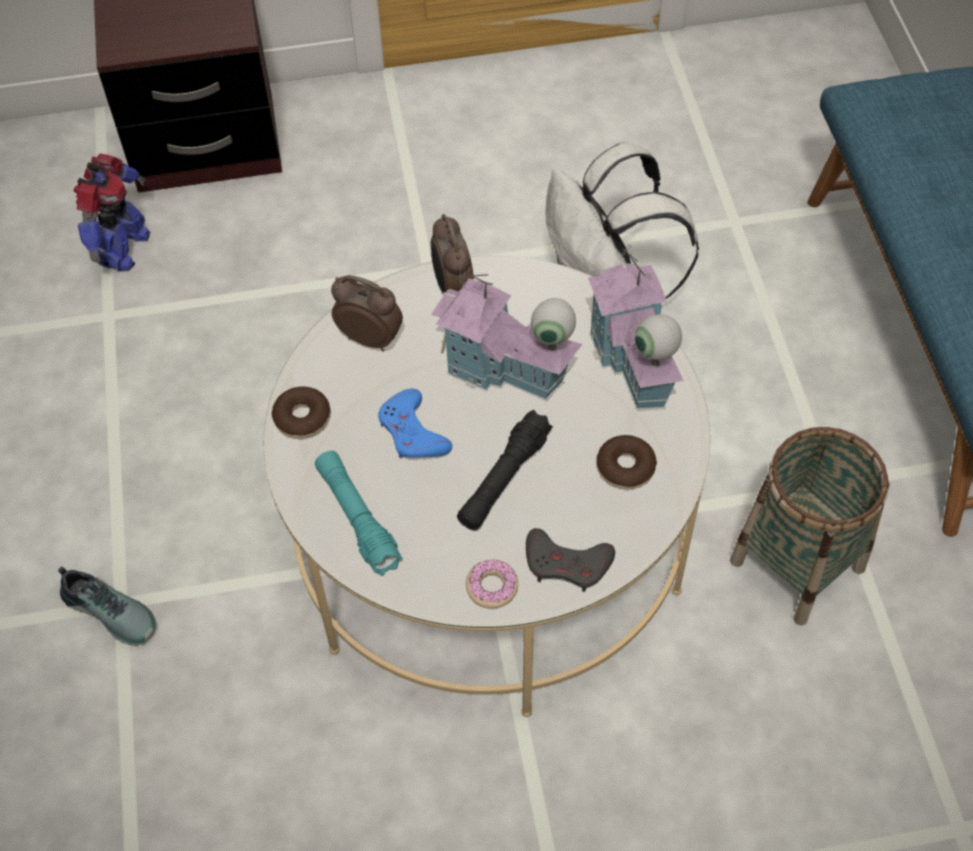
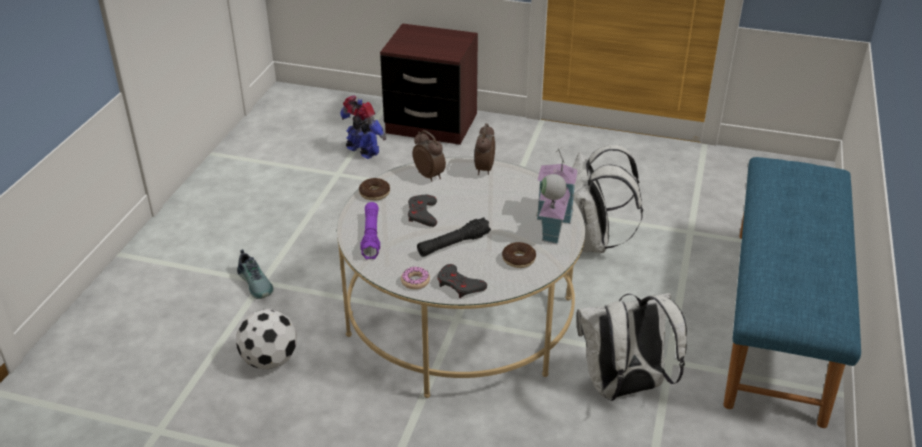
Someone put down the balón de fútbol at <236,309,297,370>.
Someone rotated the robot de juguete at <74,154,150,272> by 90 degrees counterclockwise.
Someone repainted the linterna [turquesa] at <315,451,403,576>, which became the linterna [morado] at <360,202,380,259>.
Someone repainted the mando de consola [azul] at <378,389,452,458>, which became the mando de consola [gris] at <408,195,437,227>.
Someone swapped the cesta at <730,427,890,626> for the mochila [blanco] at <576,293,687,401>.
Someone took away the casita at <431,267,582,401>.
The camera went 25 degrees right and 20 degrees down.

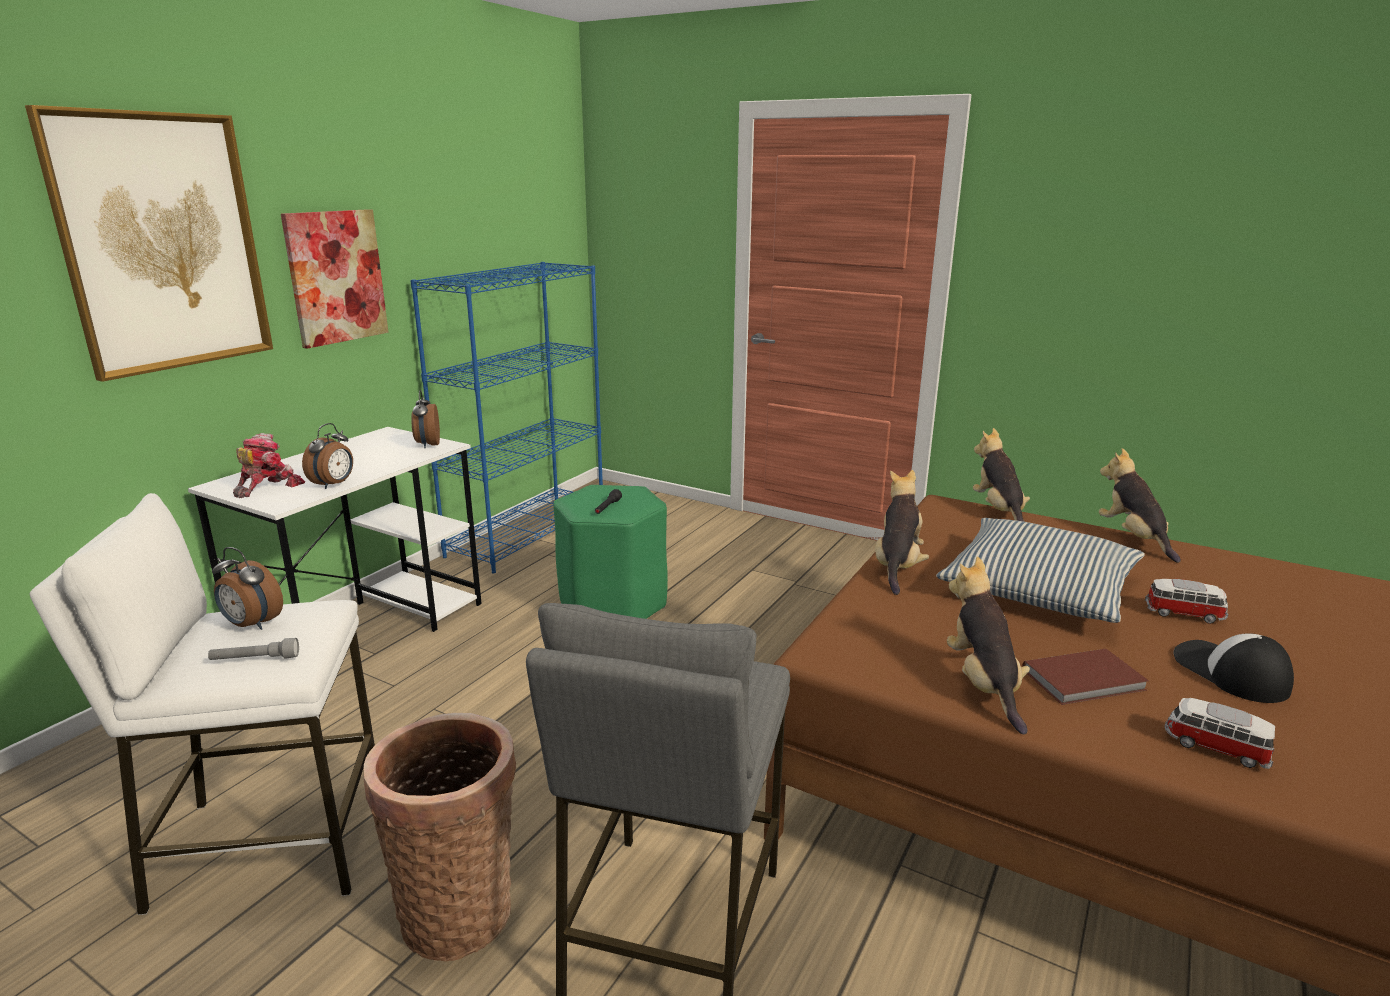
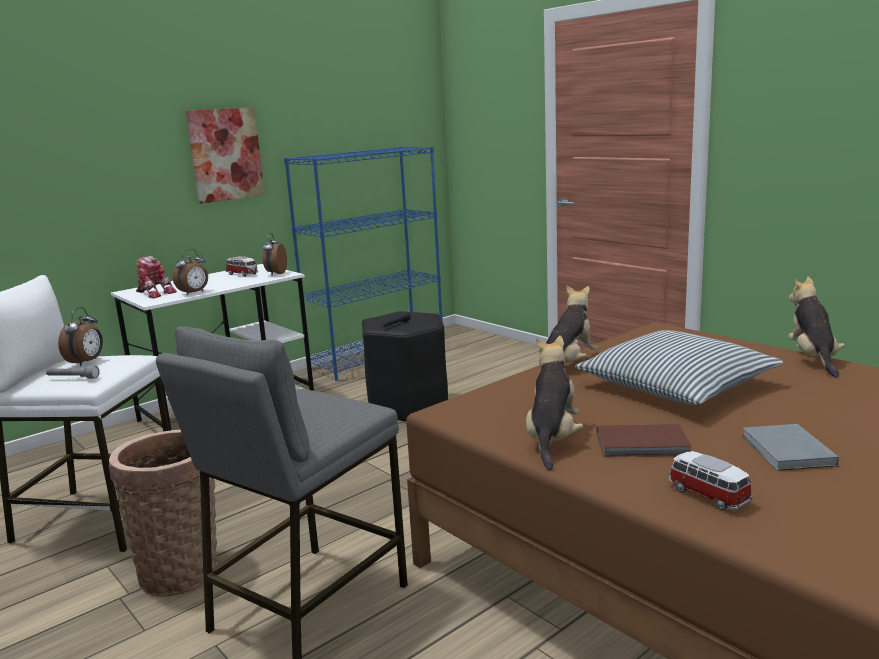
Someone rotated the despertador at <212,547,283,630> by 120 degrees counterclockwise.
Someone rotated the robot de juguete at <233,433,305,498> by 75 degrees clockwise.
Someone carried the coche de juguete from <1145,579,1228,624> to <226,256,258,277>.
Someone repainted the taburete [verde] at <553,485,668,619>, which became the taburete [negro] at <362,311,448,421>.
Someone swapped the gorra at <1174,633,1294,703> for the libro [gris] at <742,424,839,471>.
Someone took away the cuadro at <25,105,273,382>.
Someone took away the peluche at <973,428,1030,522>.
The camera went 20 degrees right and 5 degrees down.

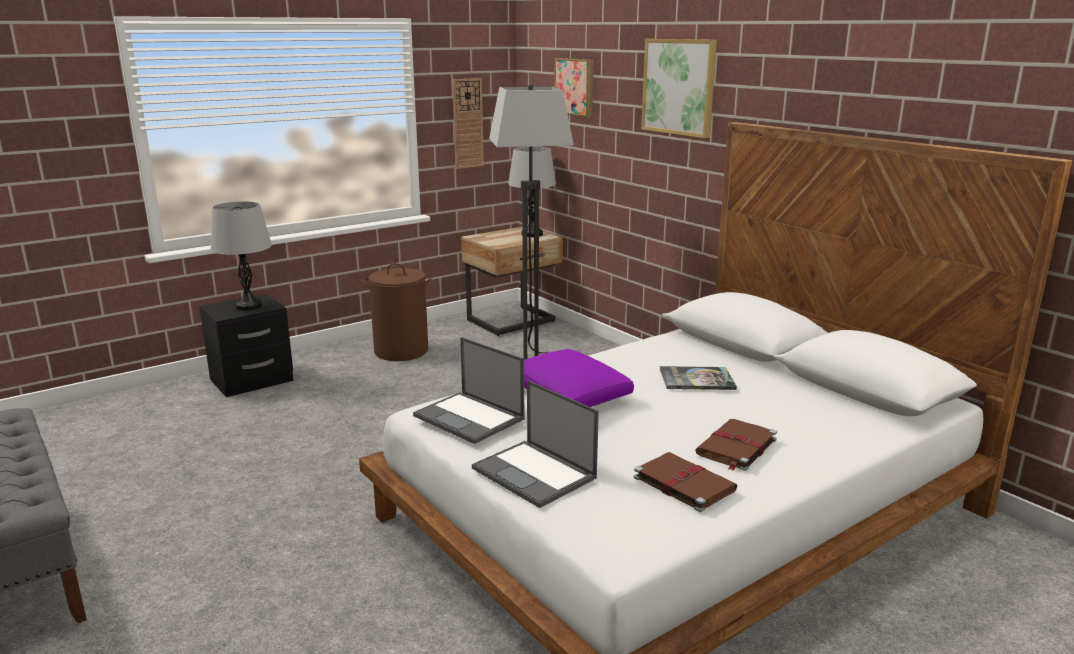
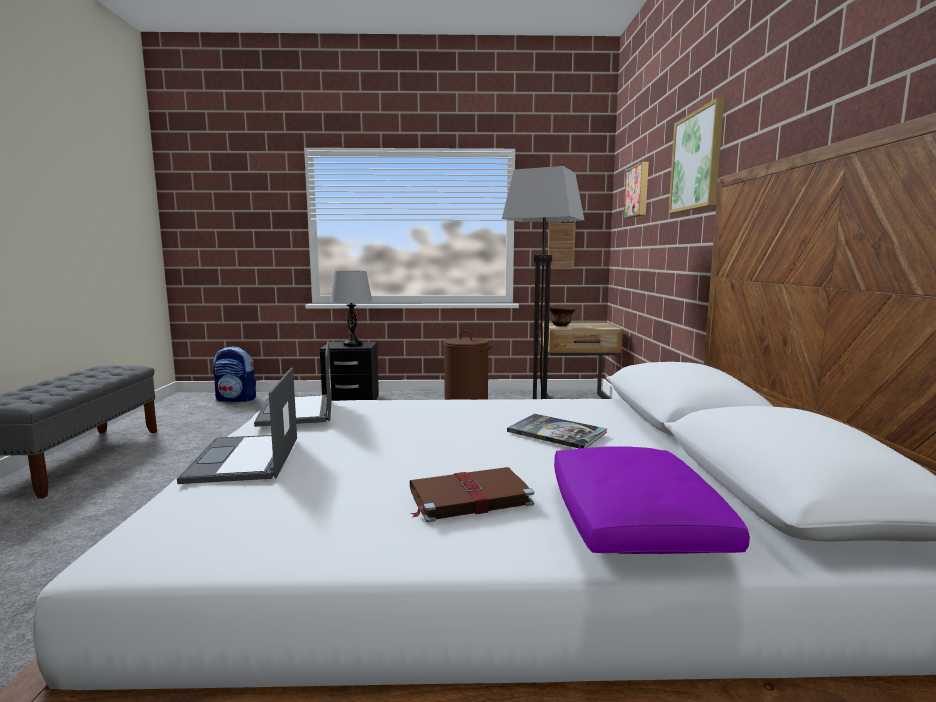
Someone put down the mochila at <213,346,256,402>.
Someone put down the cuenco [marrón] at <549,308,576,327>.
Someone carried the cojín [morado] from <524,349,634,407> to <554,446,750,554>.
Someone took away the lámpara de mesa [gris] at <508,147,556,237>.
Someone took away the libro [marrón] at <634,452,737,512>.
The camera went 35 degrees right and 10 degrees down.

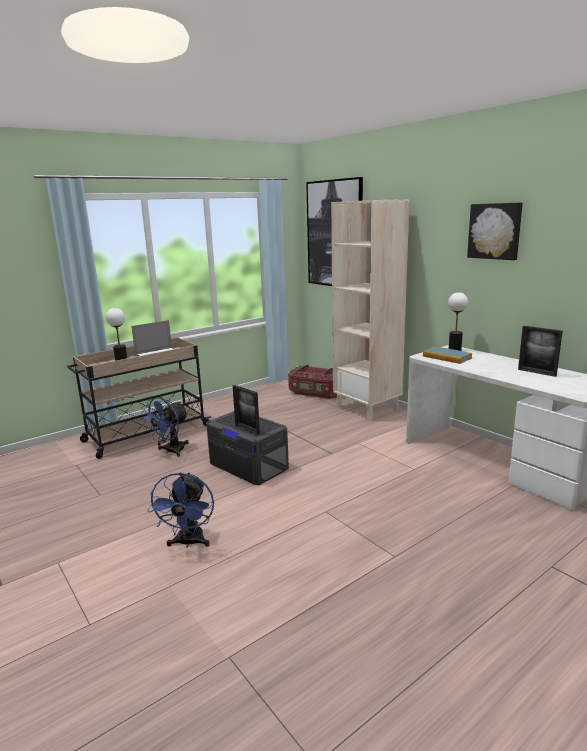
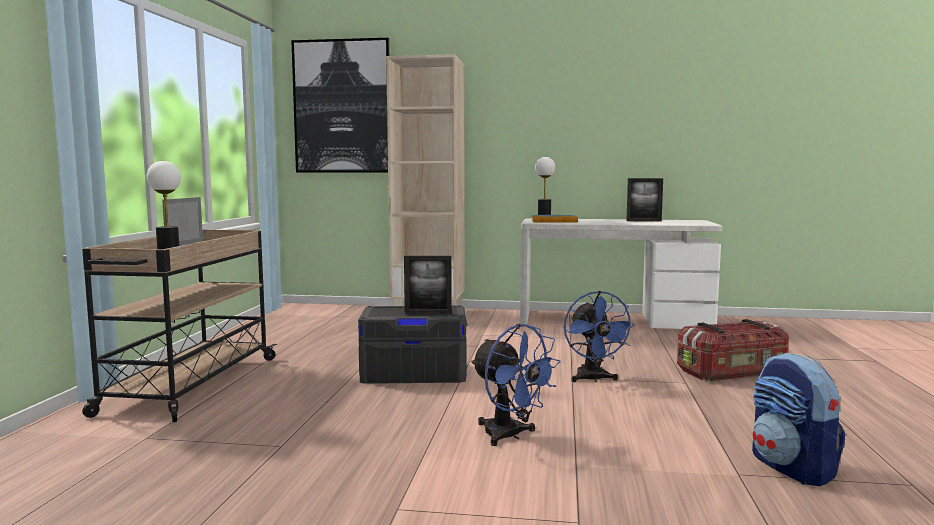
Someone carried the ventilador [azul] from <141,397,189,456> to <564,291,636,382>.
Someone carried the caja de almacenaje from <288,365,337,399> to <677,319,789,381>.
Someone put down the mochila at <752,353,845,486>.
Someone took away the cuadro at <467,203,523,260>.
The camera went 45 degrees left and 10 degrees down.

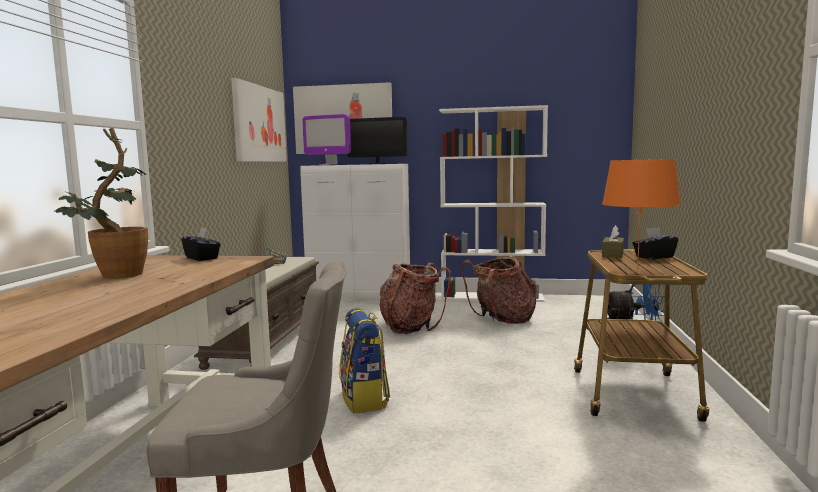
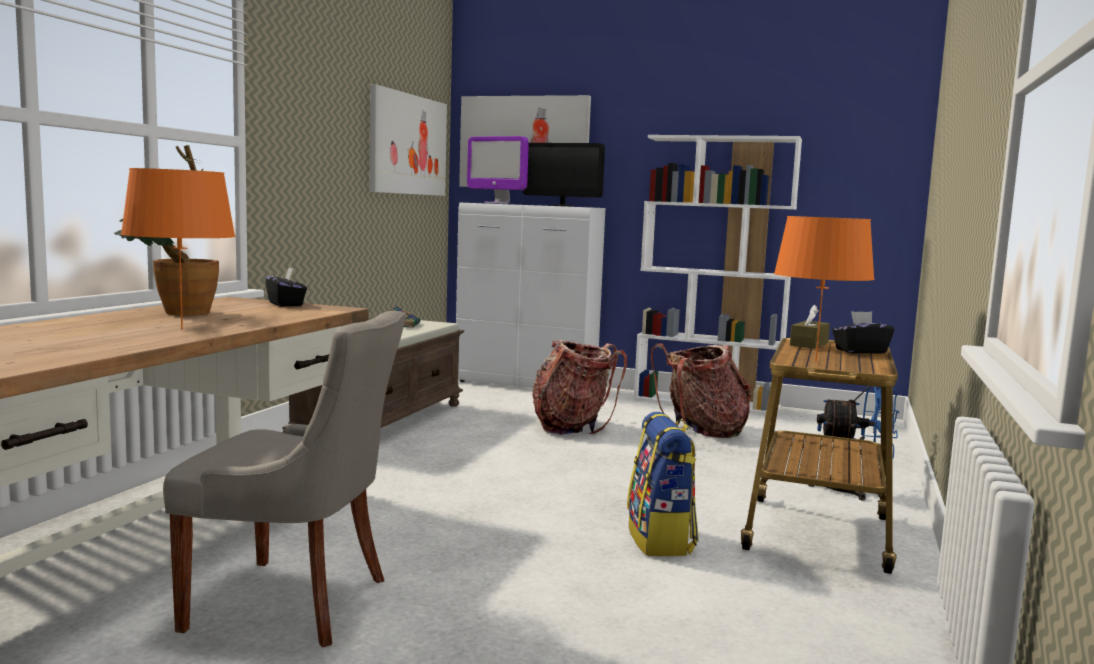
Someone put down the lámpara de mesa [naranja] at <121,168,235,330>.
Someone carried the mochila from <339,308,390,414> to <627,412,699,556>.
The camera went 10 degrees right and 0 degrees up.

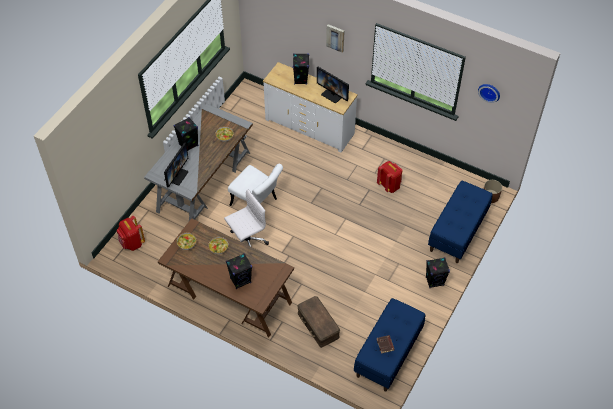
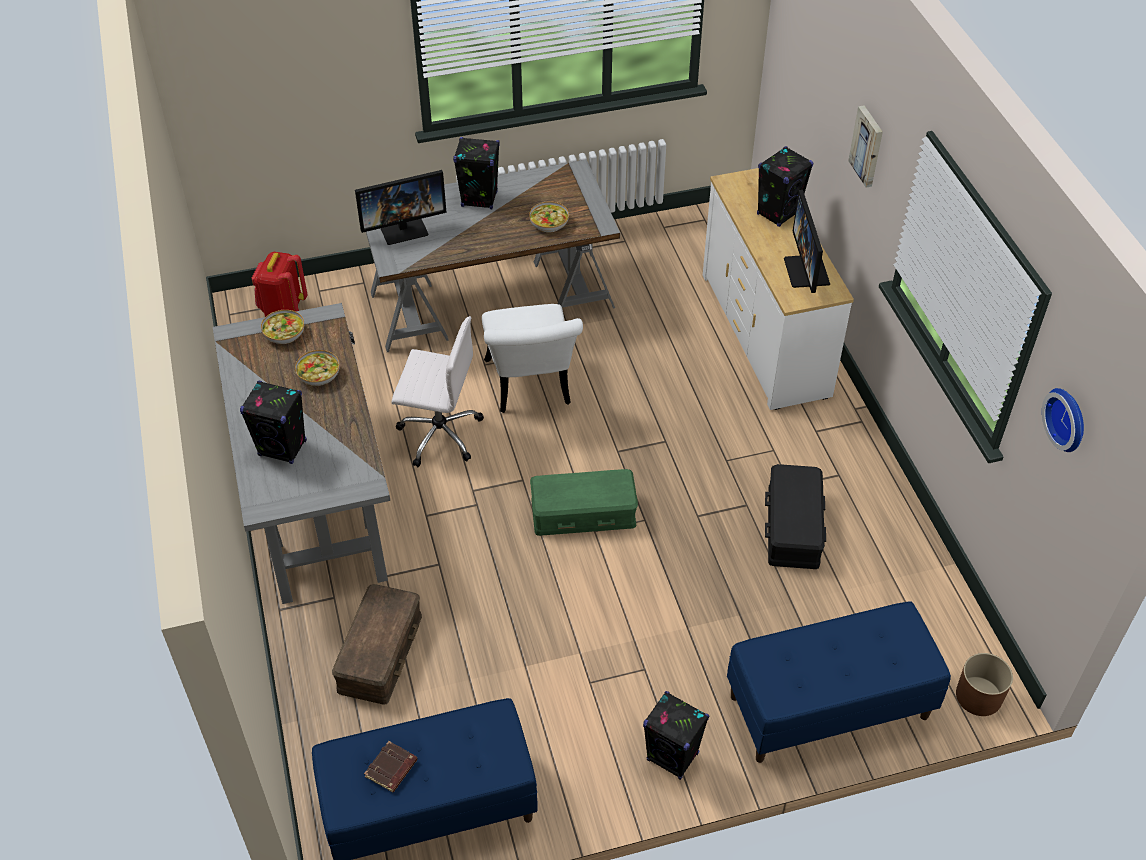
Someone repainted the escritorio [marrón] at <158,218,294,338>, which became the escritorio [gris] at <213,303,390,604>.
Someone put down the caja de almacenaje [verde] at <530,469,638,536>.
Someone swapped the mochila [rojo] at <377,161,403,193> for the caja de almacenaje [negro] at <765,464,826,569>.
The camera went 45 degrees right and 5 degrees down.

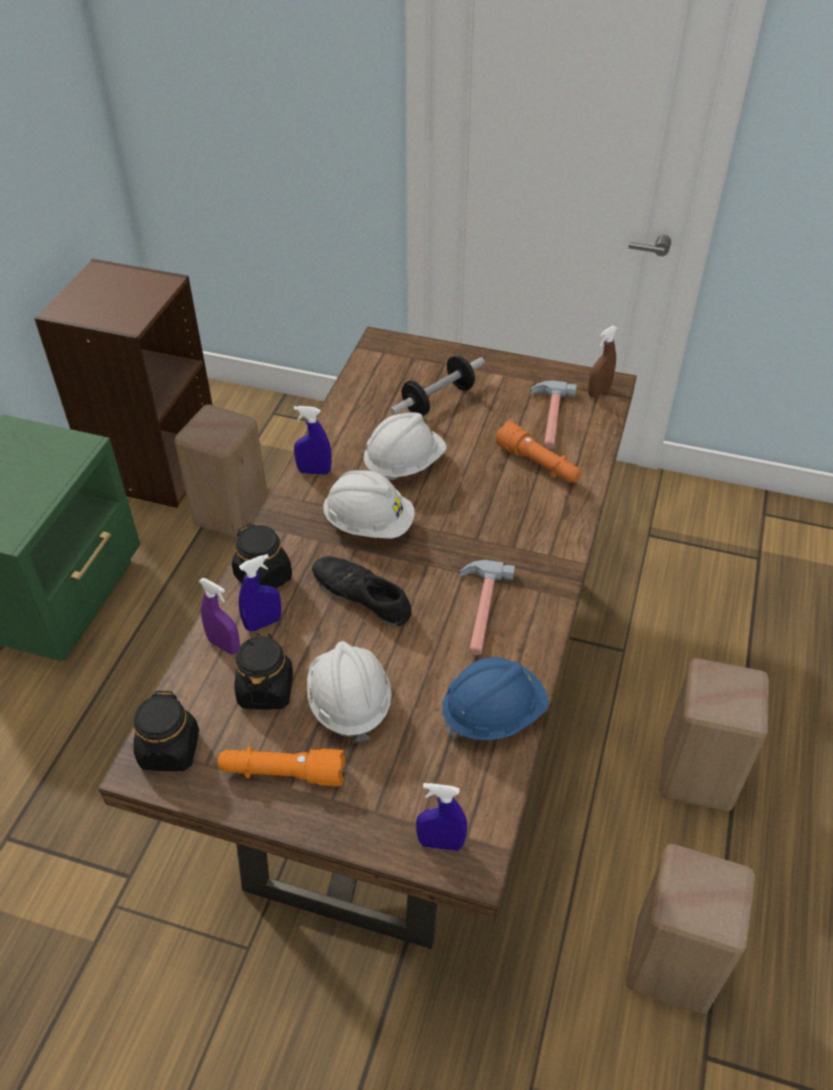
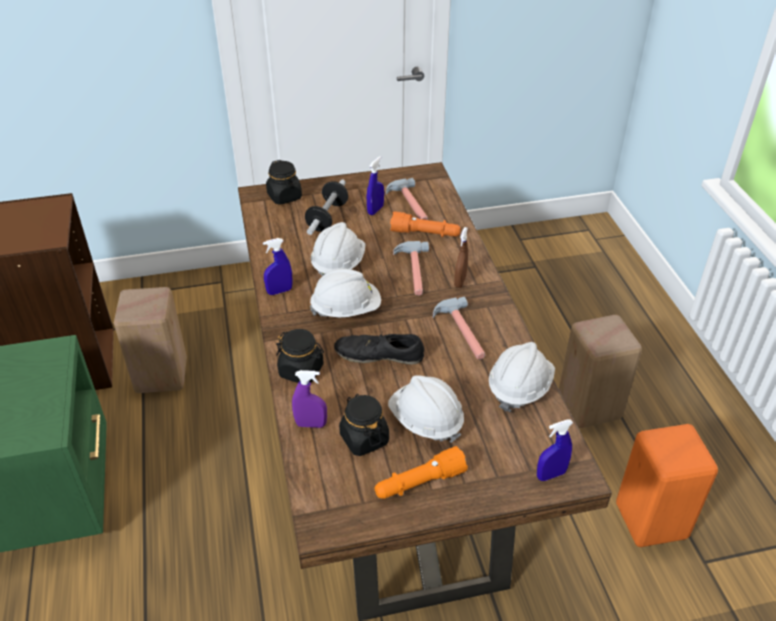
Someone carried the tarro [negro] from <133,690,199,771> to <266,160,302,205>.
Someone carried the pulverizador [azul] from <239,554,281,632> to <367,156,384,215>.
Someone put down the martillo at <393,241,429,296>.
Someone carried the pulverizador [marrón] from <588,326,618,397> to <454,227,468,288>.
Someone repainted the casco [azul] at <442,657,549,740>, which became the casco [blanco] at <489,342,555,412>.
Someone repainted the taburete [beis] at <625,844,755,1013>, which became the taburete [naranja] at <616,424,718,547>.
The camera went 30 degrees left and 5 degrees down.

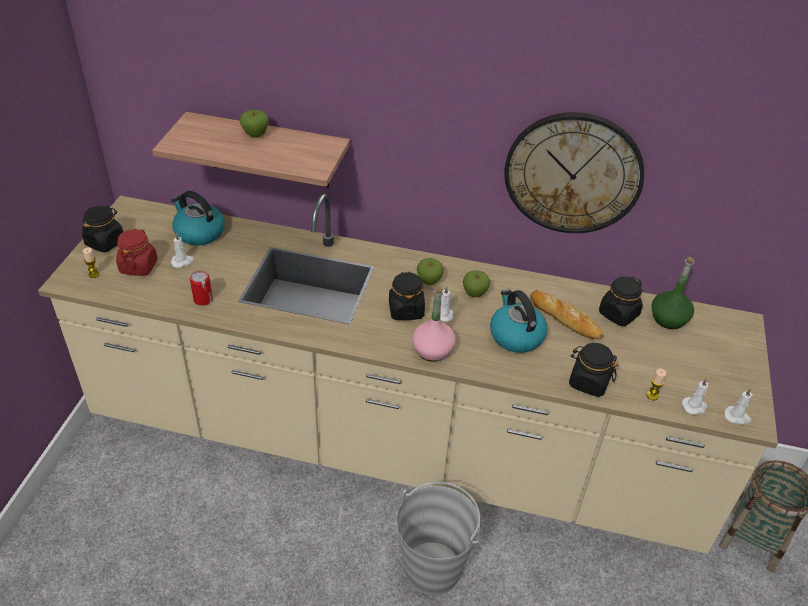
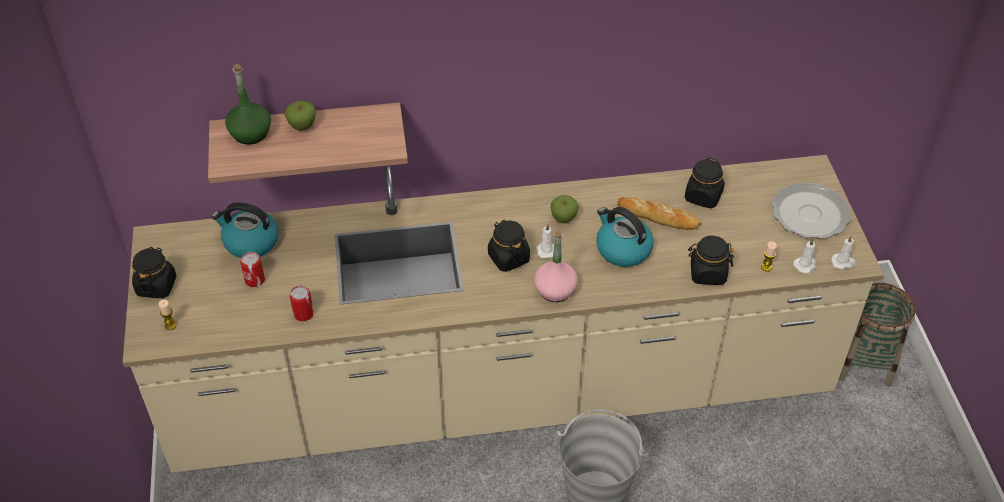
Someone carried the botella [verde] from <652,257,694,329> to <225,64,271,144>.
Someone swapped the vela [blanco] at <171,233,194,268> for the lata at <240,252,265,287>.
Someone put down the plato at <771,182,851,239>.
Someone took away the tarro [rojo] at <116,228,158,276>.
Someone took away the manzana at <417,258,444,285>.
Someone took away the reloj de pared at <504,112,644,233>.
The camera went 20 degrees left and 5 degrees up.

